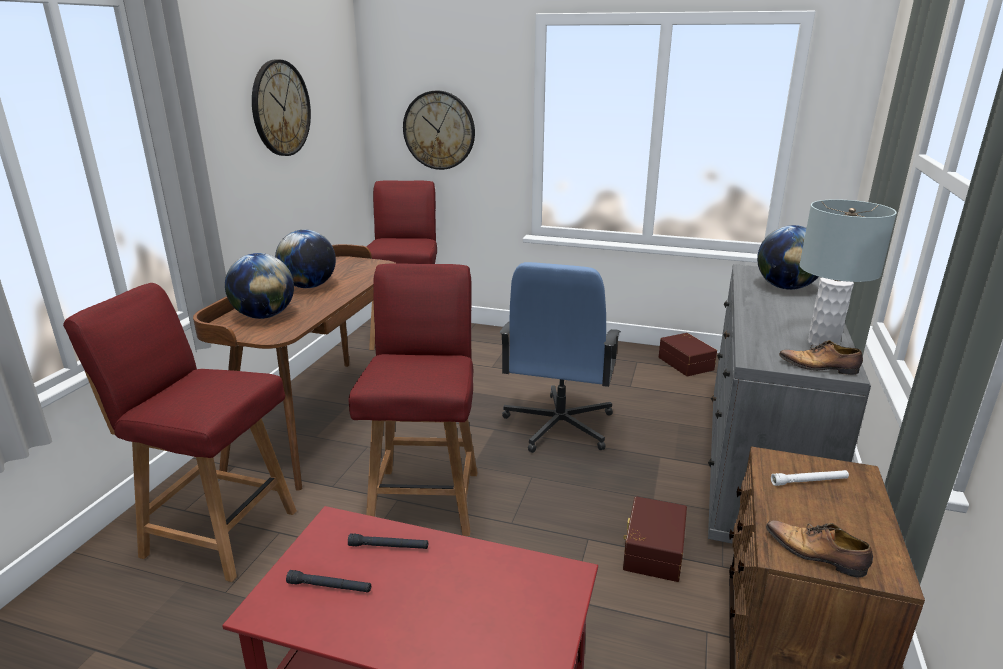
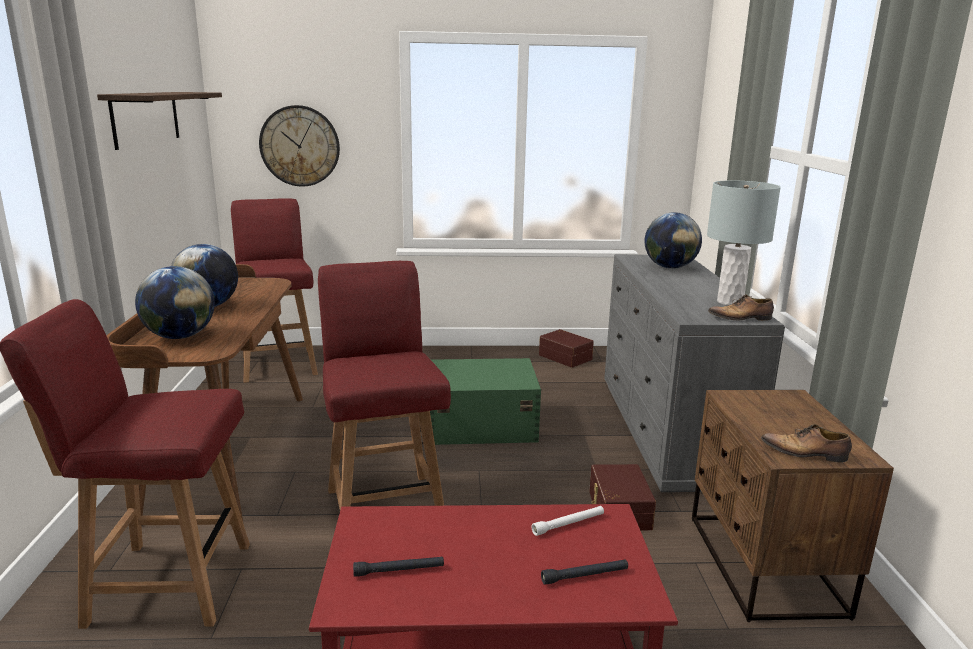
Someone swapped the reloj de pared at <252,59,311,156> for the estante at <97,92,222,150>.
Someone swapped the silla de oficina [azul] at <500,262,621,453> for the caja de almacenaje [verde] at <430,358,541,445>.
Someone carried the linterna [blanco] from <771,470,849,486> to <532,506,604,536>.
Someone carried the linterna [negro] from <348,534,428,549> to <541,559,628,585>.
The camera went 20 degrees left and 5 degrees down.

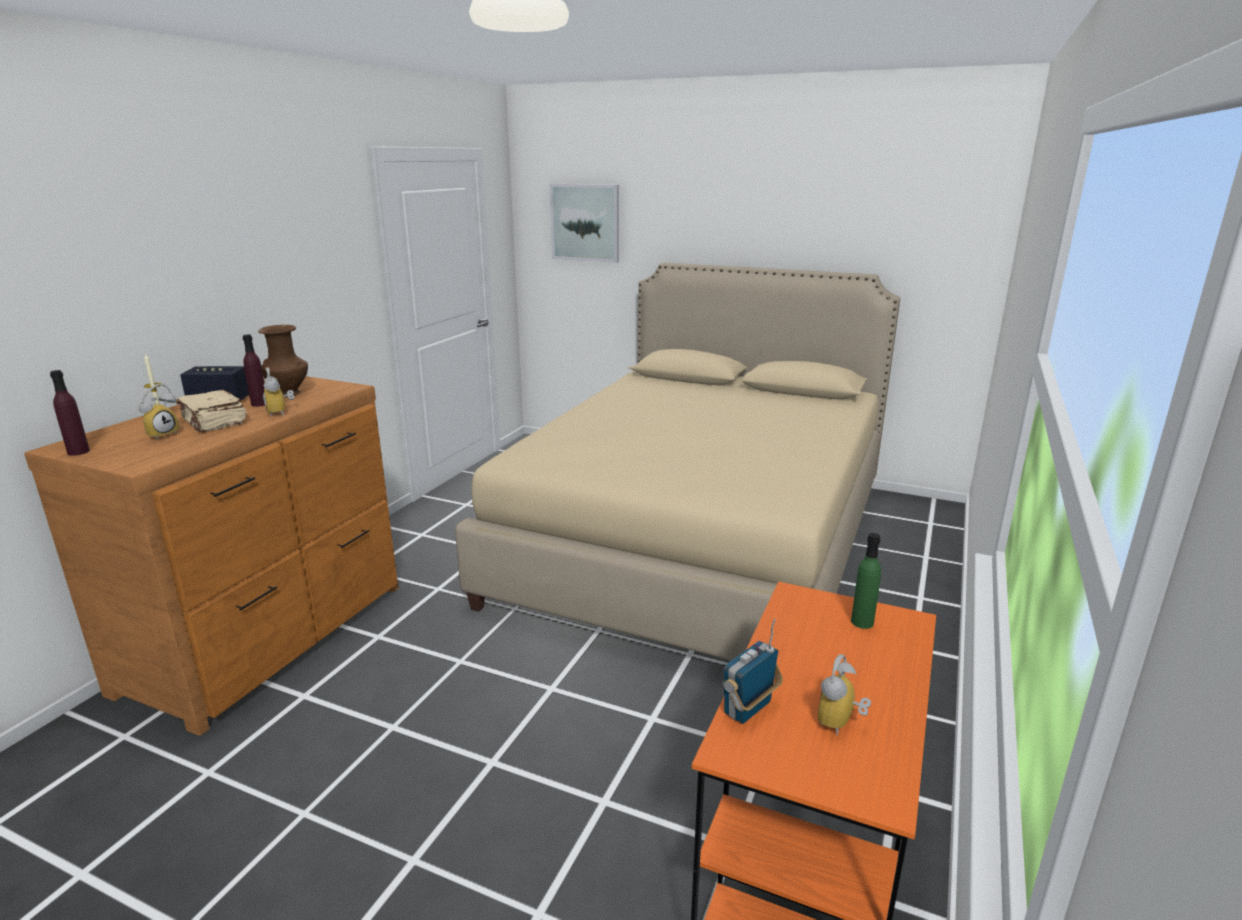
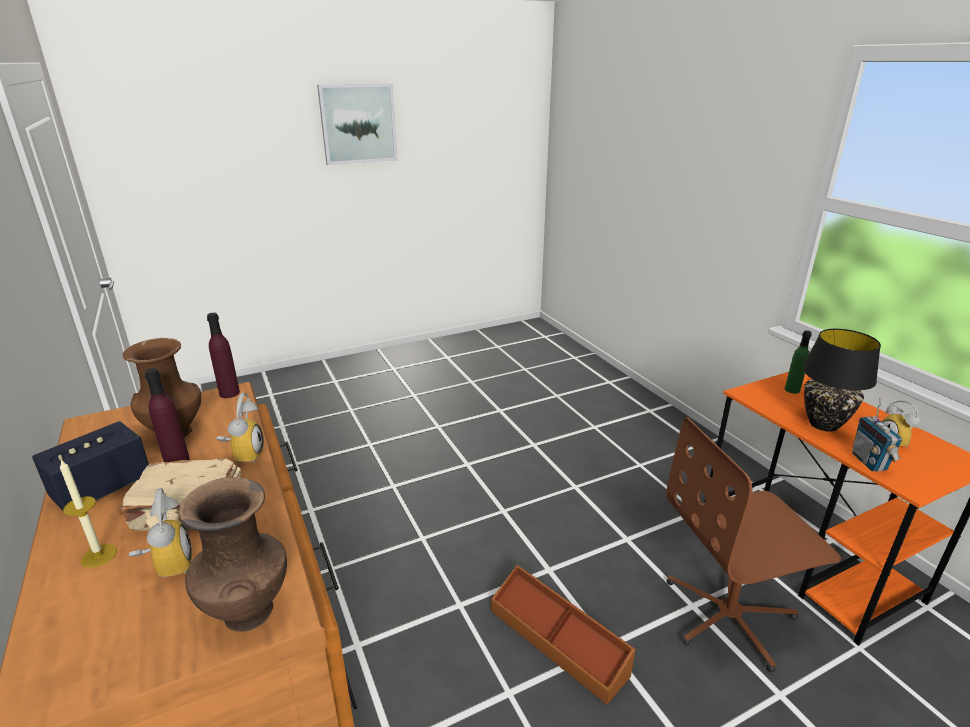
Someone put down the florero [marrón] at <178,477,287,632>.
Someone carried the botella [morado] from <50,370,90,456> to <207,313,240,398>.
Someone rotated the despertador at <263,367,294,417> by 105 degrees counterclockwise.
Someone carried the cuadro from <550,184,619,263> to <317,83,397,165>.
Someone put down the caja de almacenaje [marrón] at <491,565,636,705>.
Someone put down the silla de oficina [marrón] at <666,418,841,673>.
Someone put down the lámpara de mesa [negro] at <803,329,881,432>.
Someone took away the cama [beis] at <455,263,900,660>.
The camera went 50 degrees left and 5 degrees up.

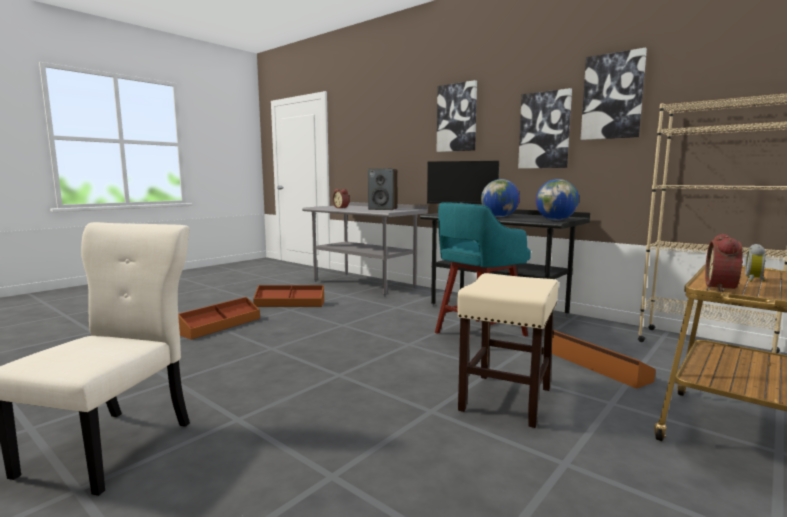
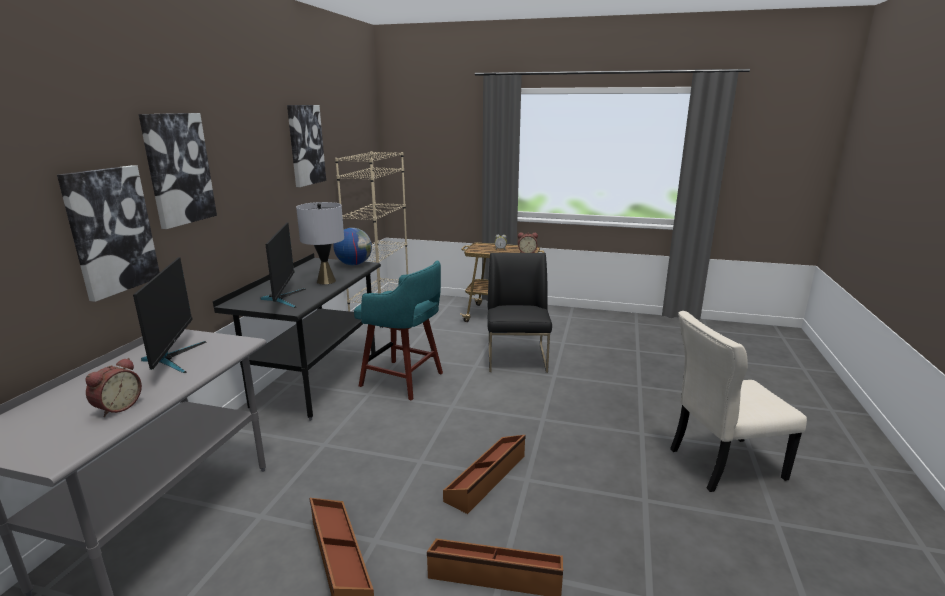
Someone carried the cuadro from <518,88,572,169> to <57,165,160,302>.
Someone swapped the altavoz at <368,168,397,210> for the monitor at <133,257,206,373>.
Someone swapped the globo terráqueo at <481,179,520,217> for the lámpara de mesa [gris] at <296,202,344,284>.
Someone carried the caja de almacenaje [marrón] from <552,330,656,389> to <443,435,526,514>.
Someone swapped the taburete [beis] at <457,273,559,428> for the silla [negro] at <487,253,552,373>.
The camera went 115 degrees left and 10 degrees up.

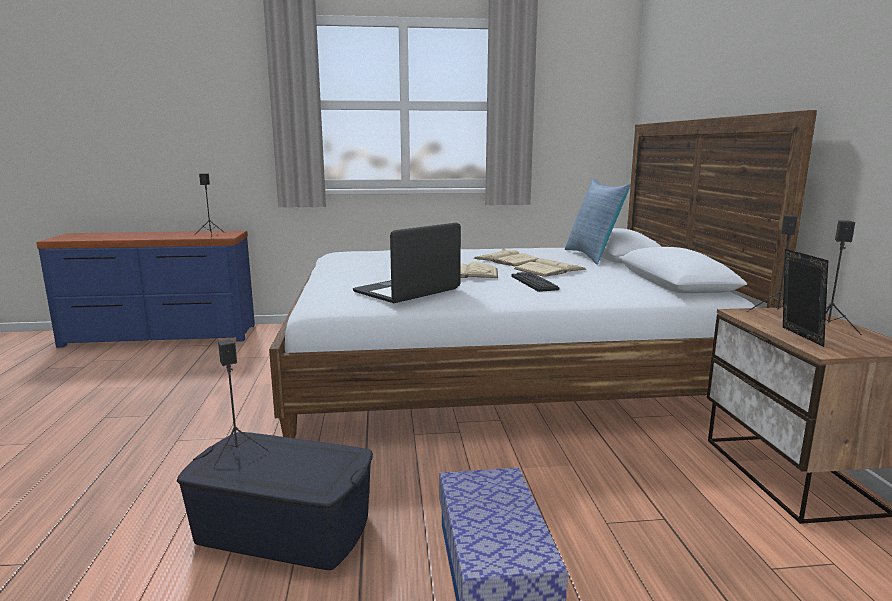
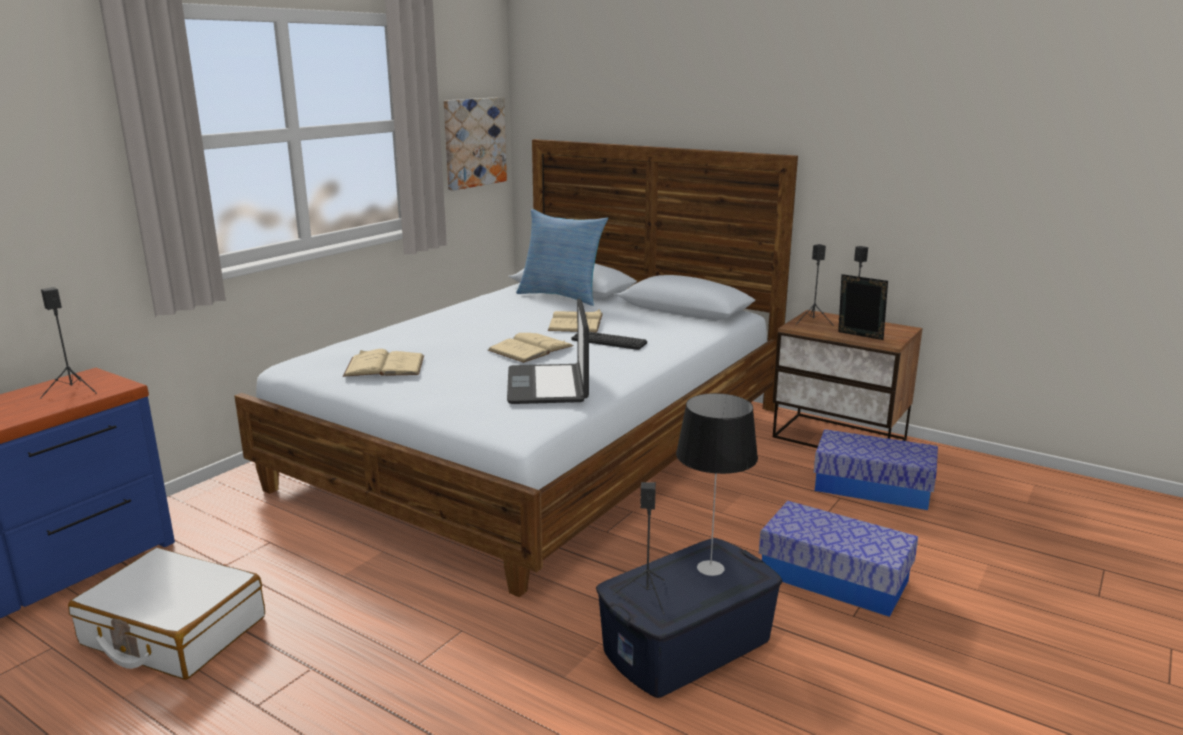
Someone put down the maleta [blanco] at <68,548,265,680>.
Someone carried the libro [beis] from <473,249,539,266> to <343,349,424,377>.
Someone put up the cuadro at <443,97,507,191>.
Someone put down the lámpara de mesa at <676,393,758,576>.
Someone put down the caja de almacenaje at <814,429,938,510>.
The camera went 50 degrees left and 5 degrees up.

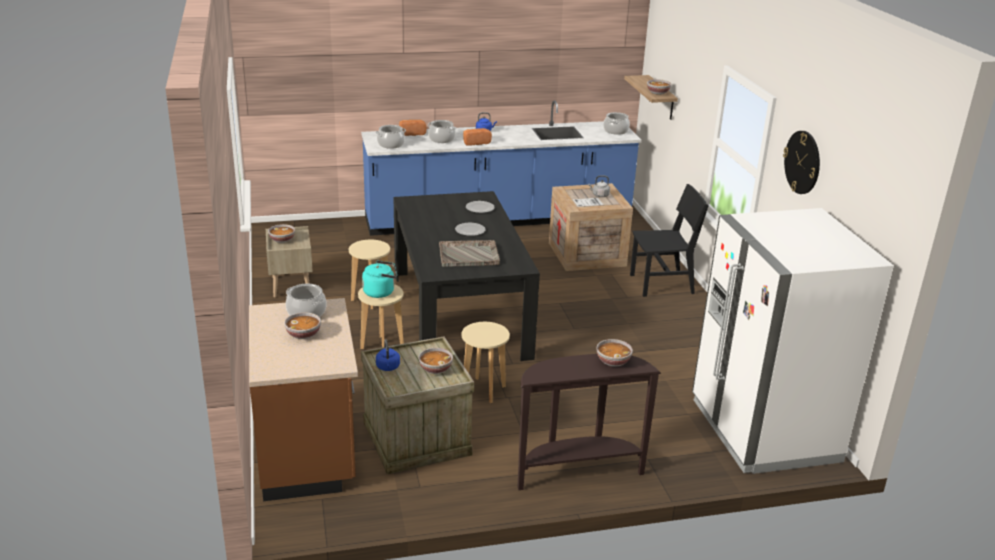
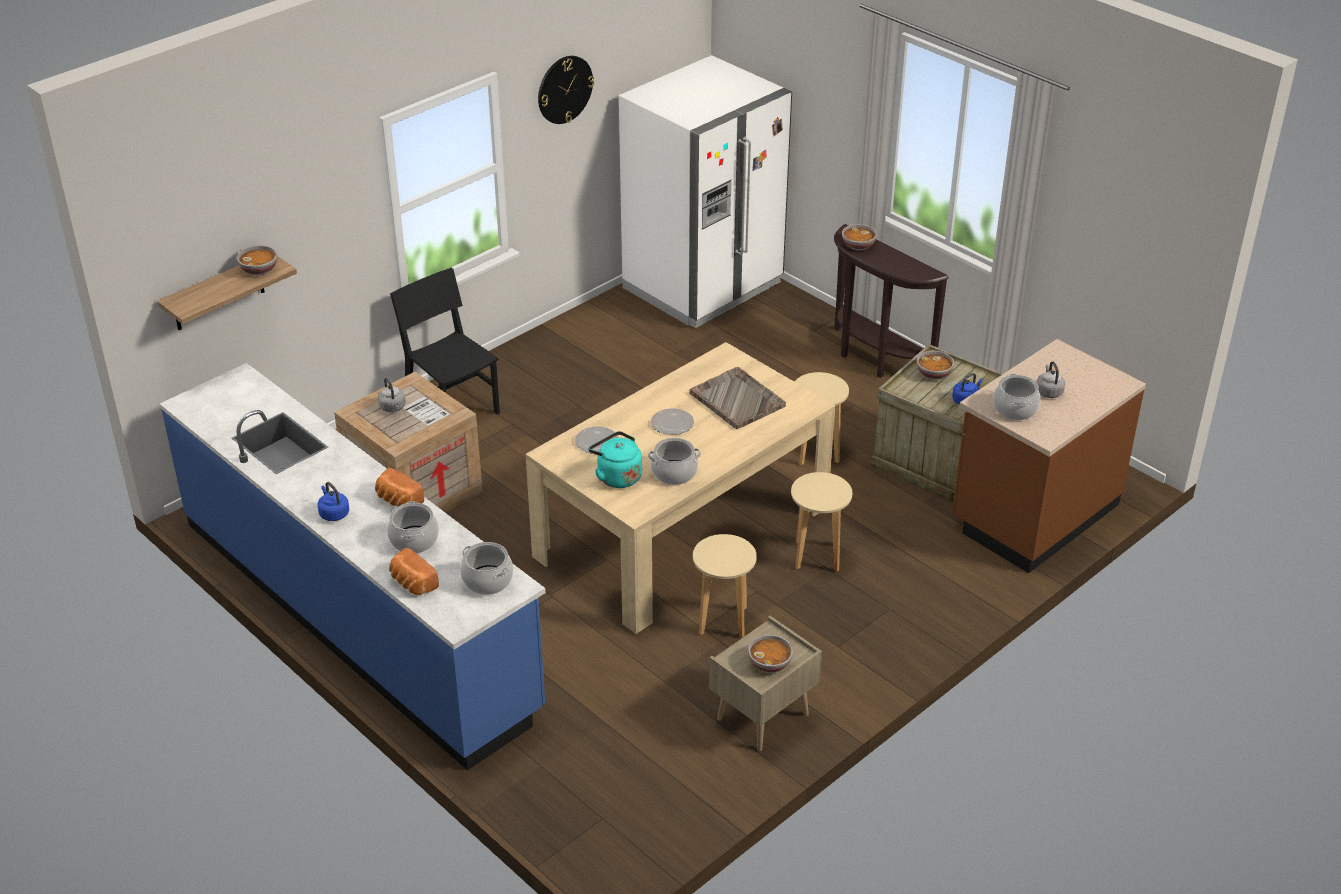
Someone repainted the mesa de comedor [negro] at <393,191,540,361>, which became the mesa de comedor [beis] at <526,342,835,634>.
Someone carried the hervidor [turquesa] from <362,261,397,298> to <589,431,642,488>.
Someone carried the olla from <603,112,630,135> to <648,438,701,485>.
Someone swapped the cuenco at <284,312,321,339> for the hervidor [gris] at <1037,361,1065,398>.
The camera went 120 degrees left and 10 degrees up.

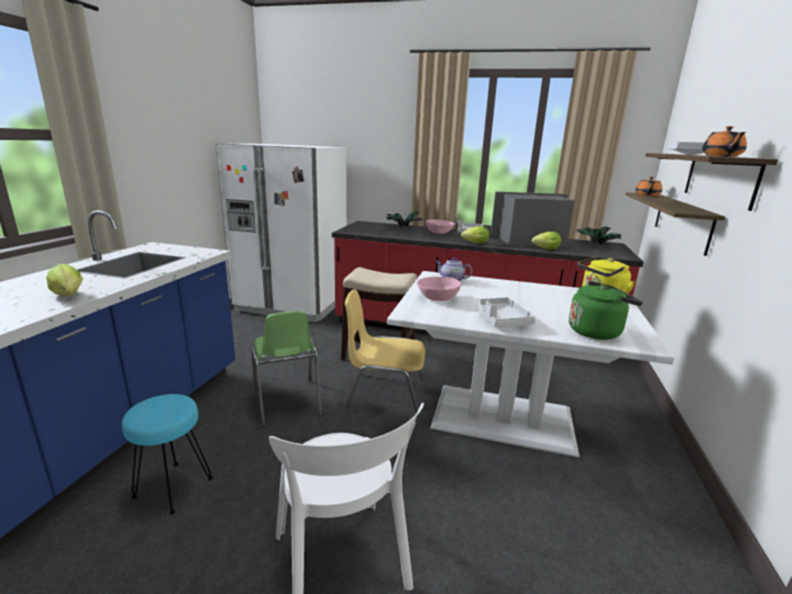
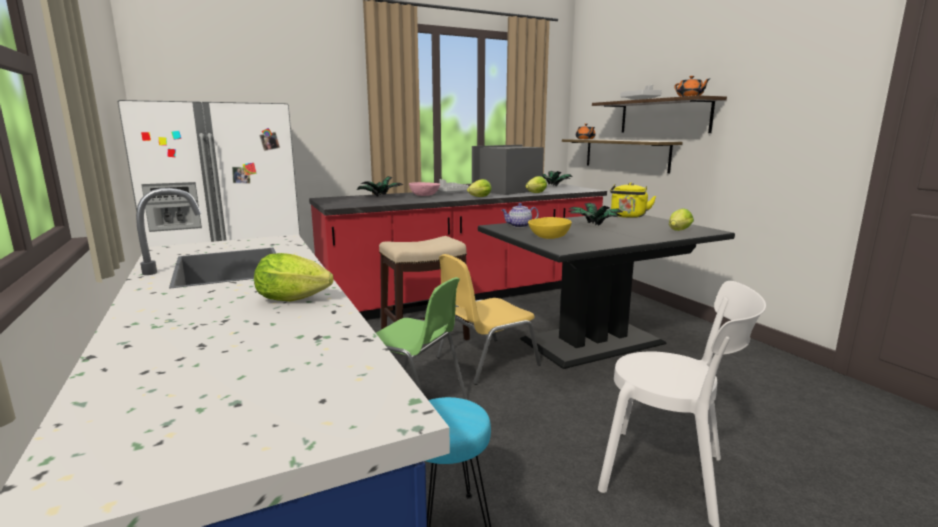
Someone repainted the mesa de comedor [blanco] at <387,271,675,458>, which became the mesa de comedor [negro] at <478,215,735,369>.
Someone repainted the cuenco [rosa] at <417,277,461,301>, which became the cuenco [amarillo] at <528,217,572,239>.
Someone put down the planta en maceta at <568,203,622,226>.
Someone swapped the hervidor [verde] at <569,281,643,340> for the lechuga at <669,208,694,231>.
Someone took away the bandeja [gris] at <478,297,536,327>.
The camera went 40 degrees left and 5 degrees down.

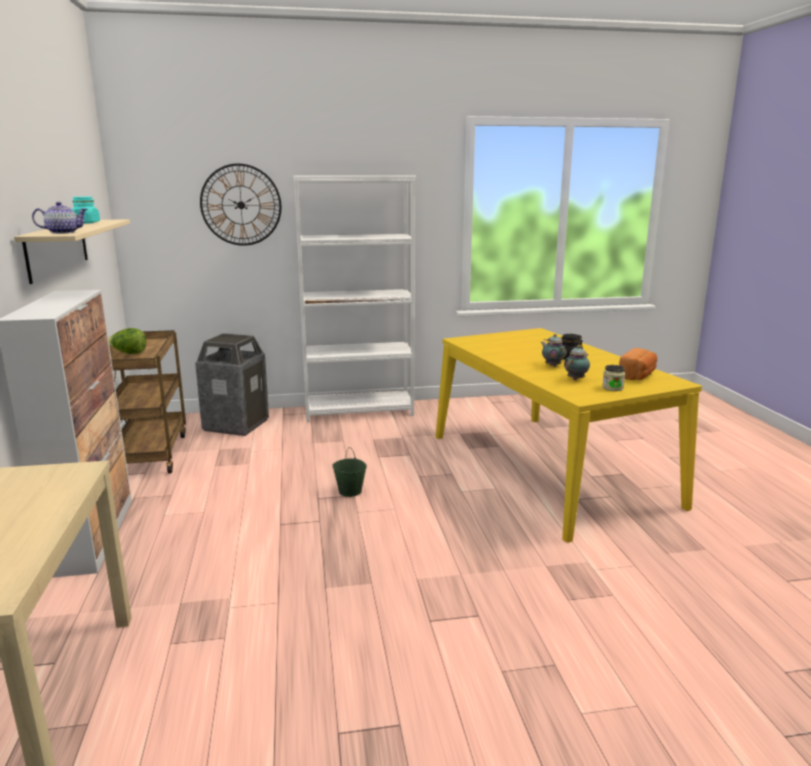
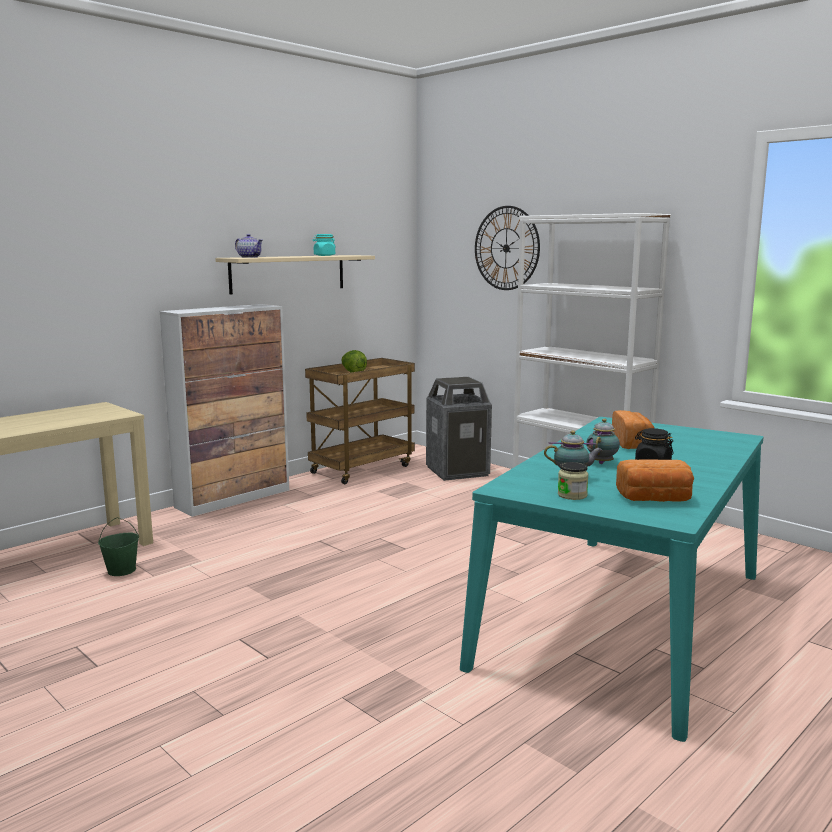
Someone carried the cubo [verde] from <332,447,367,497> to <98,517,139,576>.
Someone repainted the mesa de comedor [amarillo] at <436,328,702,543>, which became the mesa de comedor [turquesa] at <460,417,763,742>.
Someone put down the pan at <612,410,654,449>.
The camera went 55 degrees right and 5 degrees down.

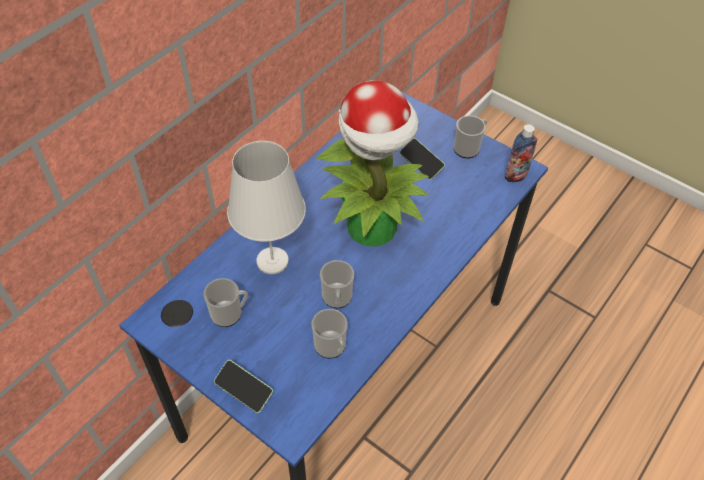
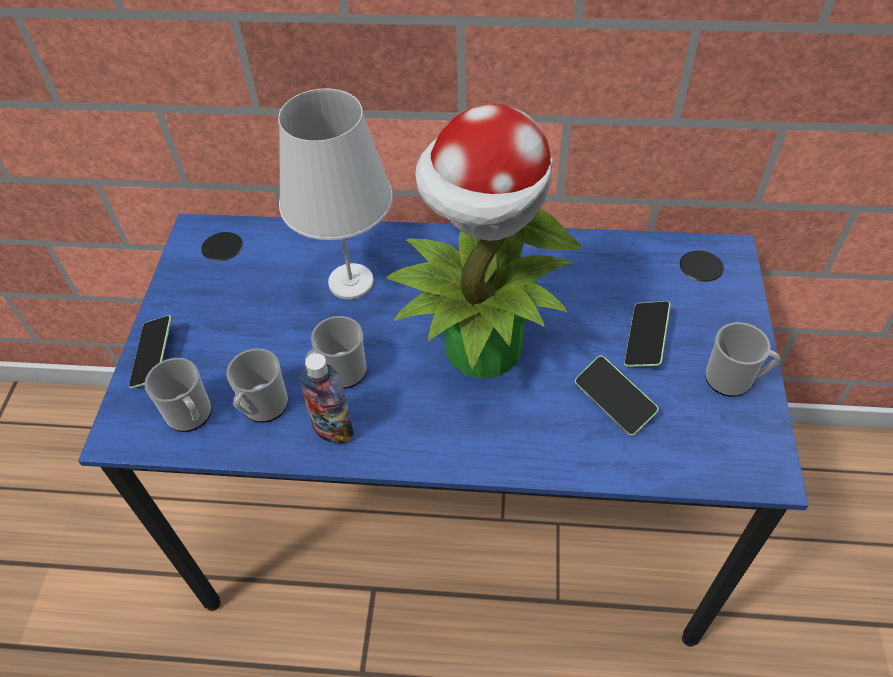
Someone carried the taza grande from <203,278,248,327> to <144,358,212,432>.
Someone carried the botella from <505,124,538,182> to <298,353,354,444>.
Someone put down the móvil at <575,356,659,436>.
The camera went 60 degrees right and 0 degrees up.

